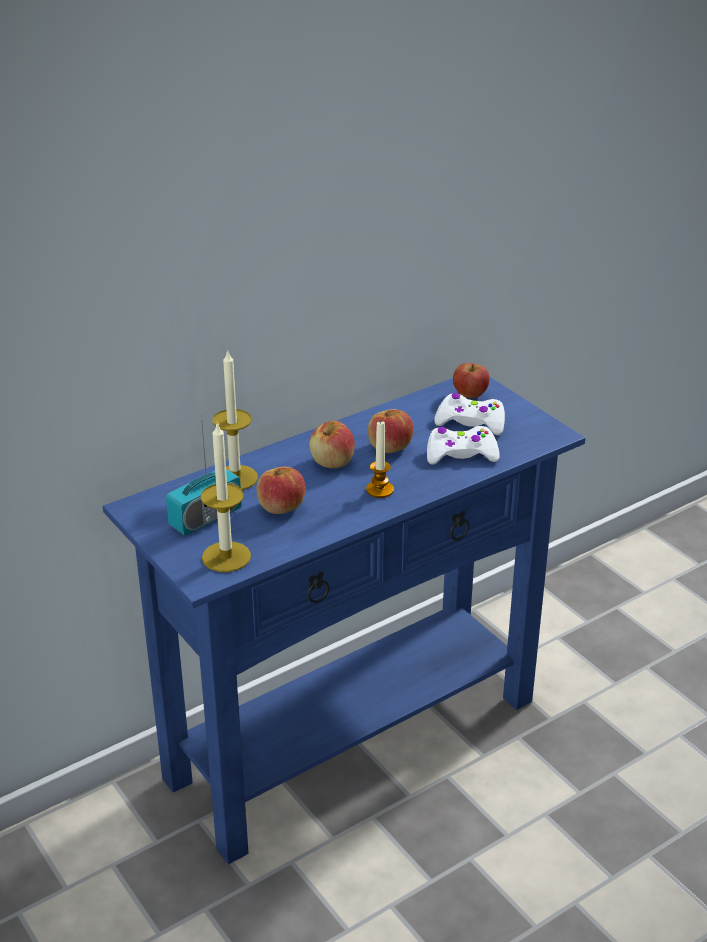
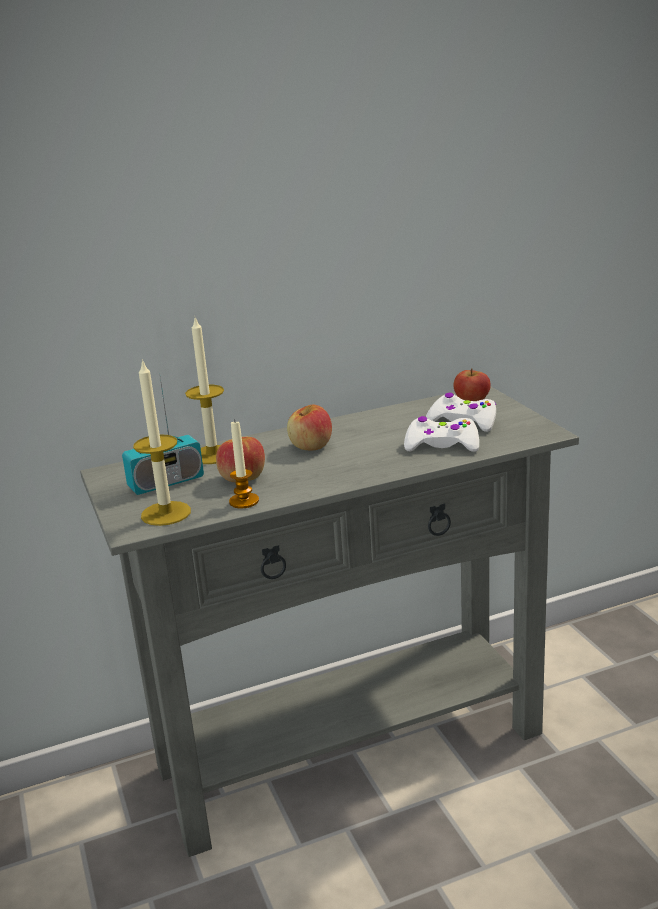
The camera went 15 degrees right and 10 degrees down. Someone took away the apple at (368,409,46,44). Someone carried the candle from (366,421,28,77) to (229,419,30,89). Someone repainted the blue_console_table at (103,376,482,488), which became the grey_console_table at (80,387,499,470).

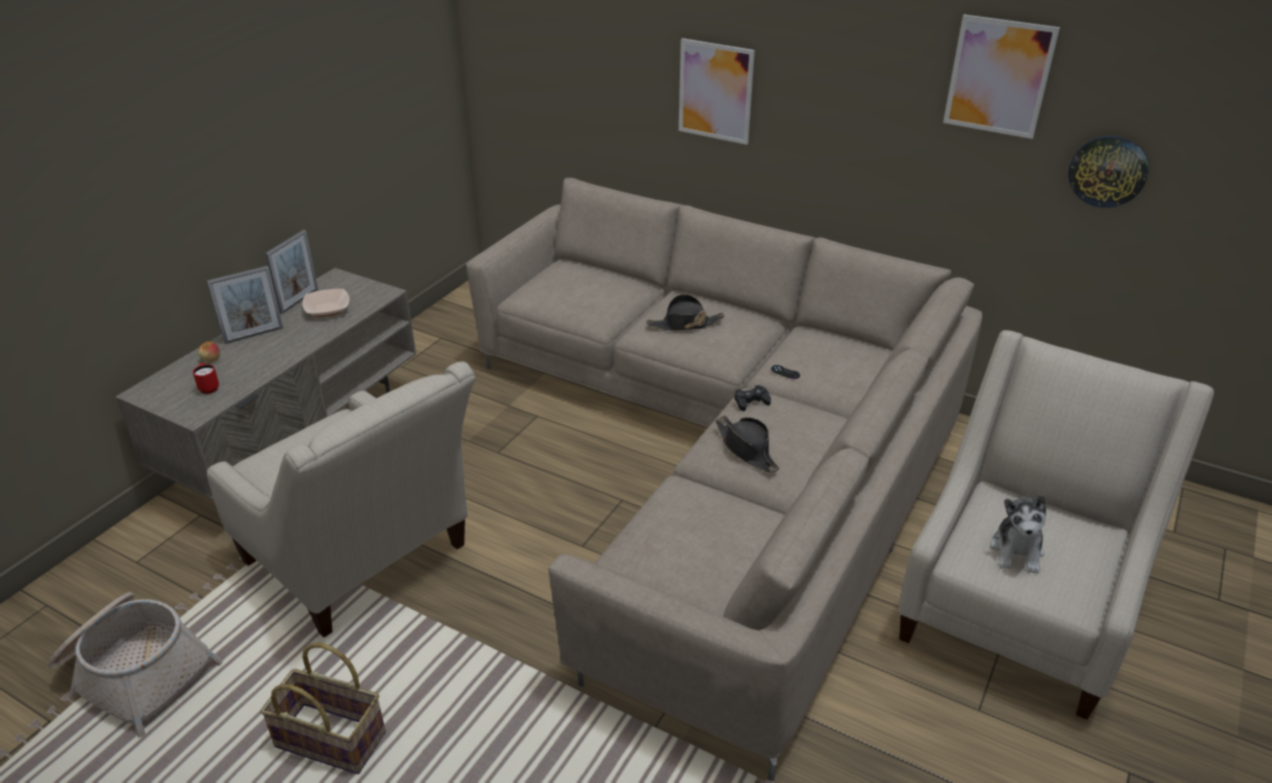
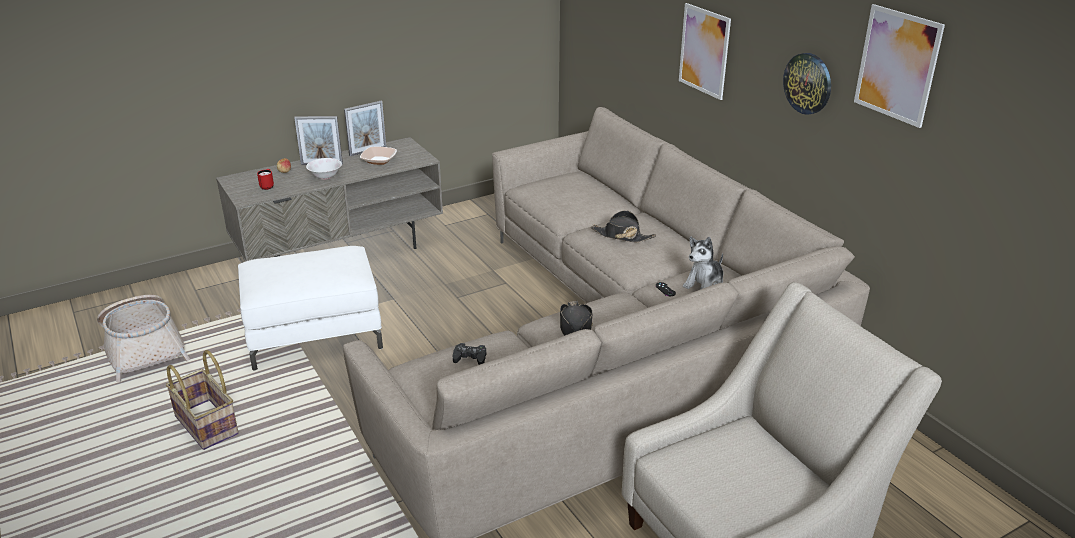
The camera went 30 degrees right and 5 degrees down. Someone put down the white_bowl at (306,158,36,22). Someone carried the black_game_controller from (735,385,36,26) to (452,343,35,22). Someone carried the plush_toy from (990,495,56,79) to (683,237,40,53). Someone carried the wall_clock from (1068,136,80,72) to (783,53,48,62). Someone swapped the beige_armchair at (207,361,268,276) for the white_ottoman at (238,246,145,125).

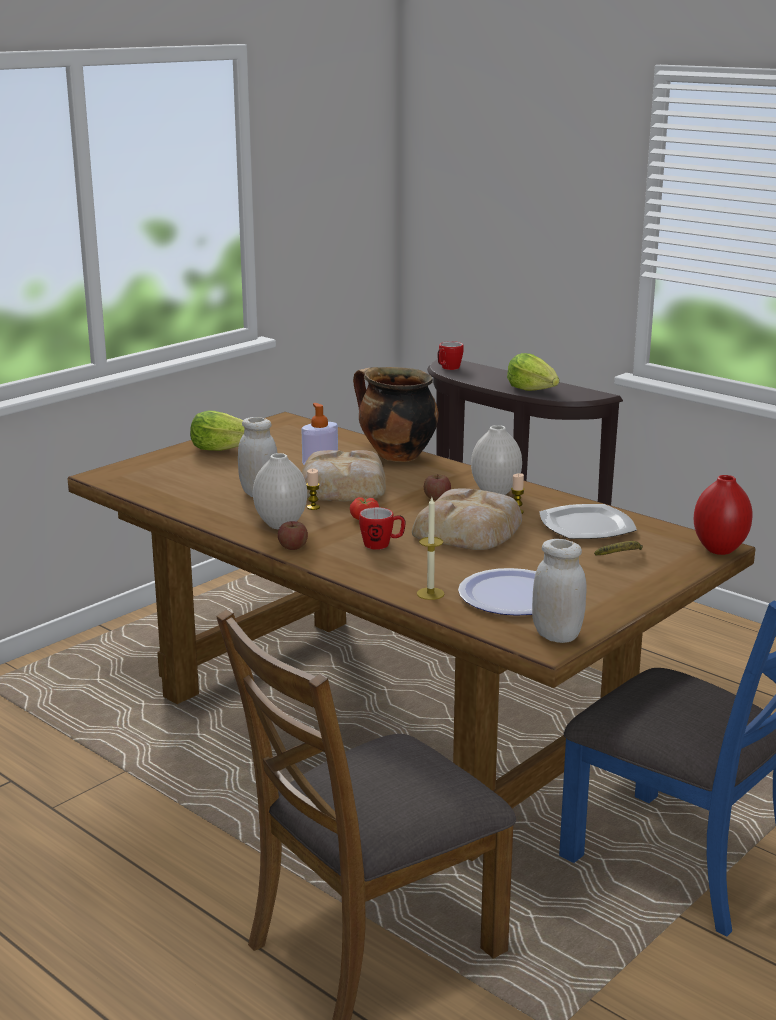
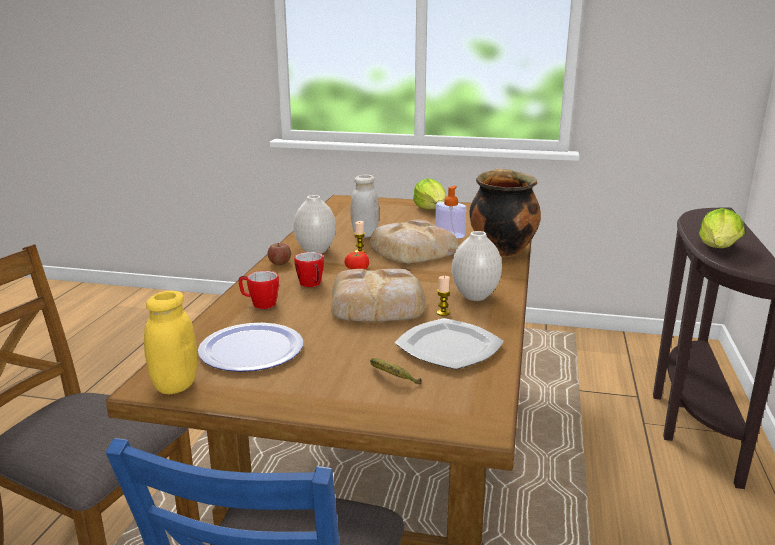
The camera went 60 degrees right and 0 degrees up. Someone took away the candle at (417,497,28,103). Someone took away the apple at (424,474,27,26). Someone took away the red_vase at (694,475,58,80). Someone carried the mug from (437,341,27,29) to (239,271,40,38). Someone repainted the white_jar at (532,539,55,104), which became the yellow_jar at (144,291,53,103).

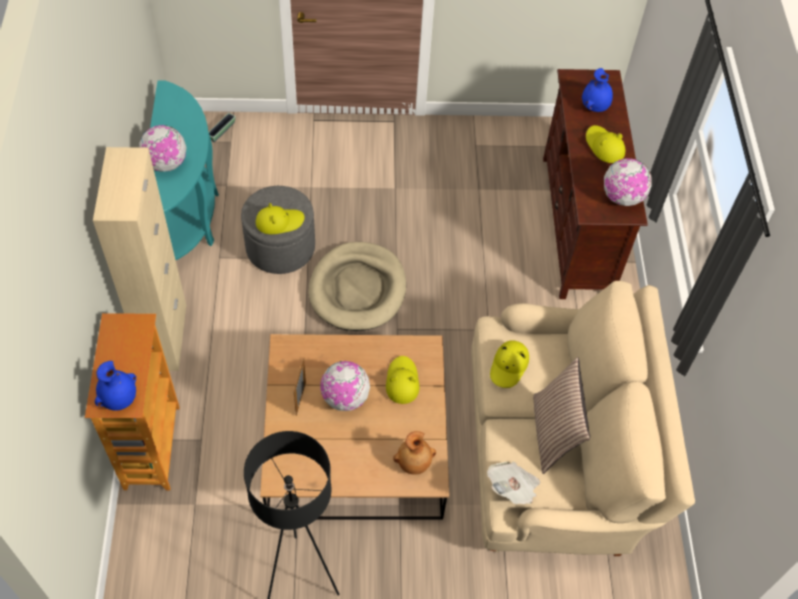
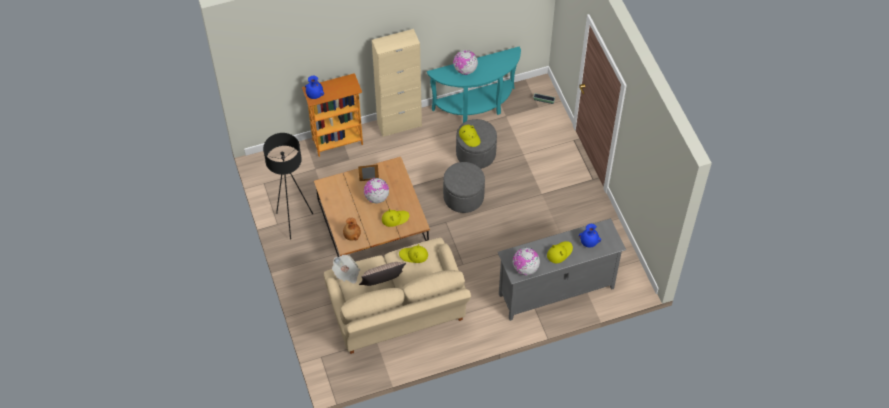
The camera went 75 degrees right and 0 degrees up. Someone swapped the beige_dog_bed at (308,242,98,89) for the grey_ottoman at (443,162,42,51). Someone repainted the brown_tv_stand at (543,69,105,230), which became the grey_tv_stand at (498,218,128,103).

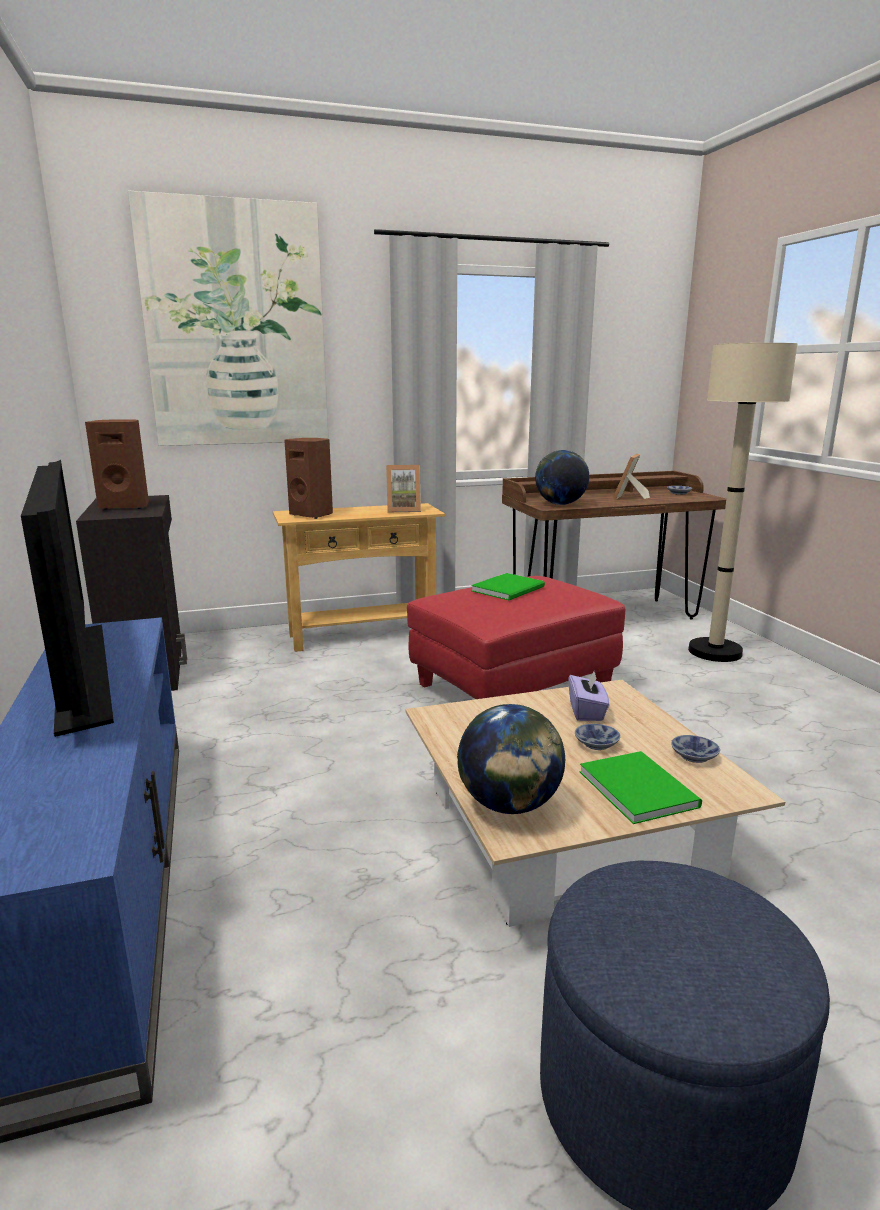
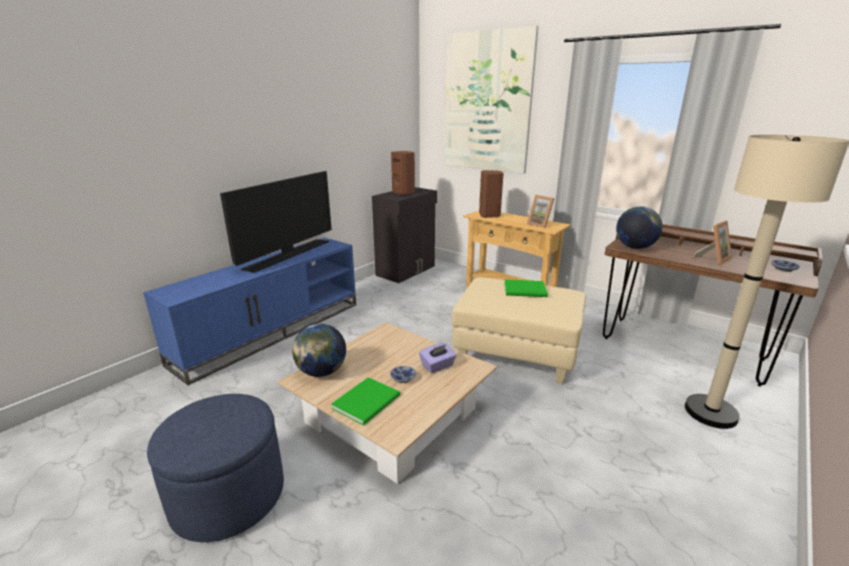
The camera went 55 degrees right and 5 degrees up. Someone took away the bowl at (671,735,49,28). Someone repainted the red_ottoman at (407,576,218,123), which became the beige_ottoman at (452,278,134,106). Someone rotated the picture_frame at (612,454,38,46) by 150 degrees clockwise.

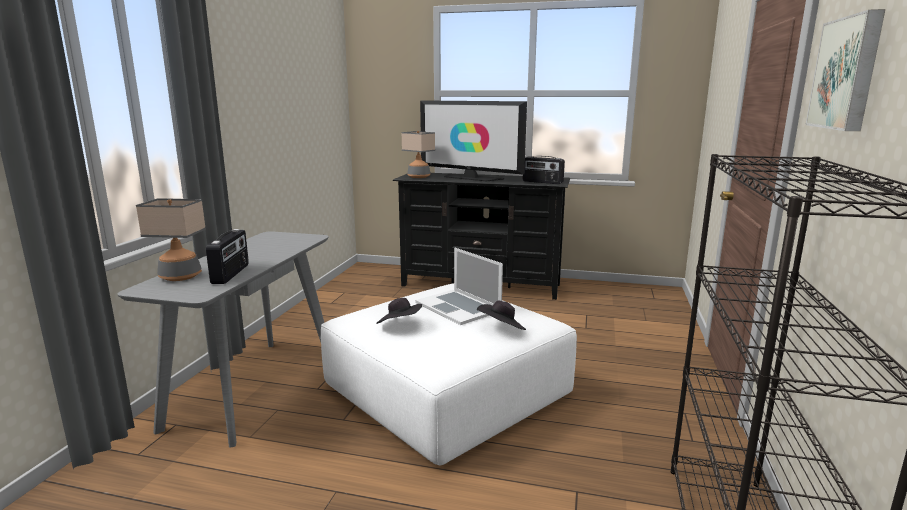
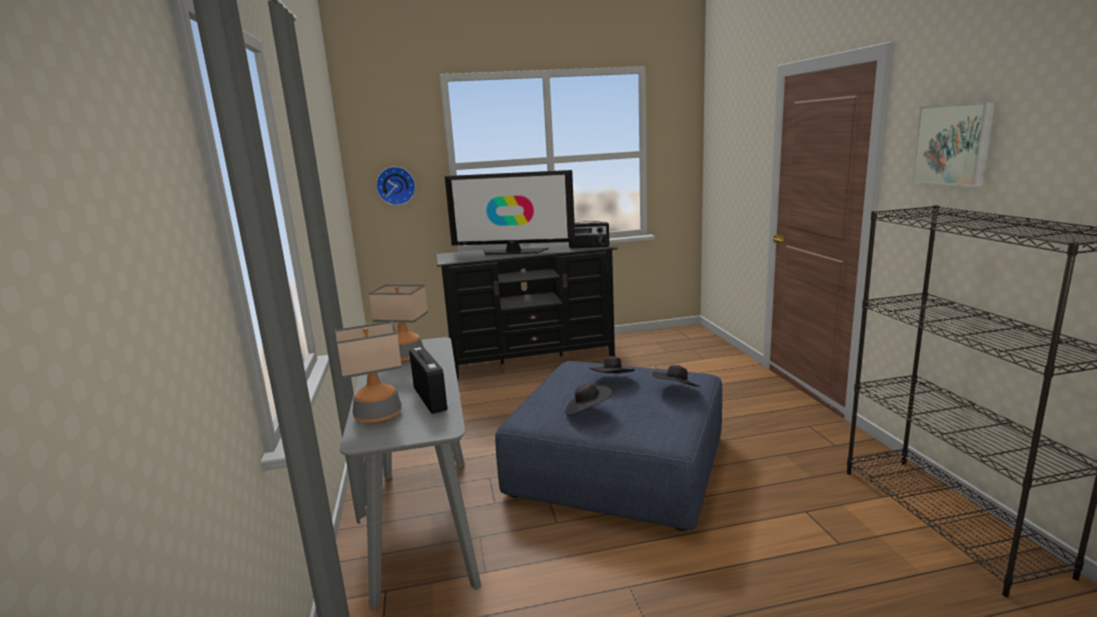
The camera went 25 degrees left and 0 degrees up. Someone put up the wall_clock at (376,167,40,39). Someone carried the table_lamp from (401,131,34,47) to (369,284,59,78). Someone swapped the laptop at (415,247,88,78) for the black_hat at (589,356,46,18). Someone repainted the white_ottoman at (321,284,256,181), which became the blue_ottoman at (495,361,227,170).

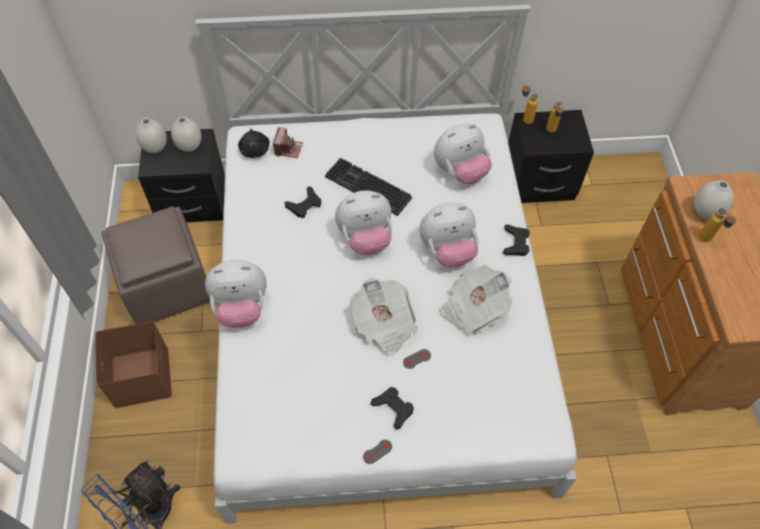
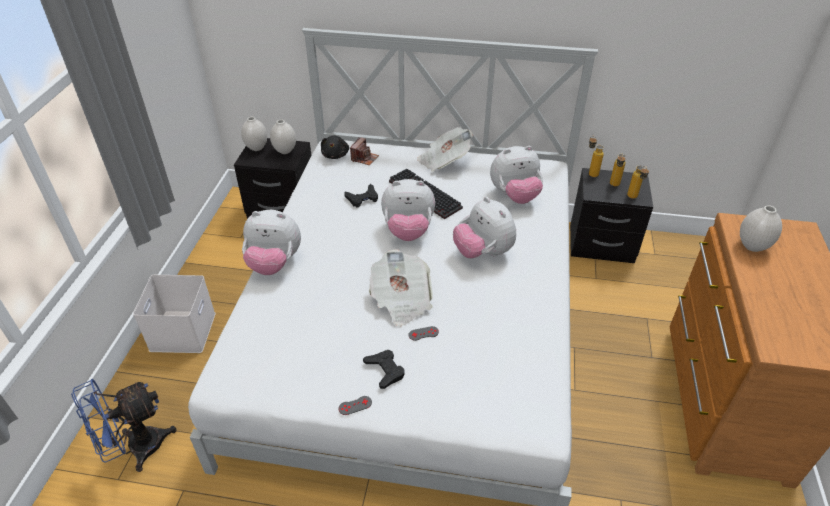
The camera went 15 degrees right and 15 degrees down. Someone took away the brown_ottoman at (102,207,108,117). Someone took away the black_game_controller at (503,225,27,31). Someone carried the newspaper from (440,265,72,70) to (417,127,56,45). Someone carried the bottle from (699,208,37,34) to (627,165,22,34). Someone repainted the brown_storage_box at (95,321,77,87), which became the white_storage_box at (133,275,83,78). Someone rotated the plush_toy at (419,203,59,65) by 60 degrees clockwise.

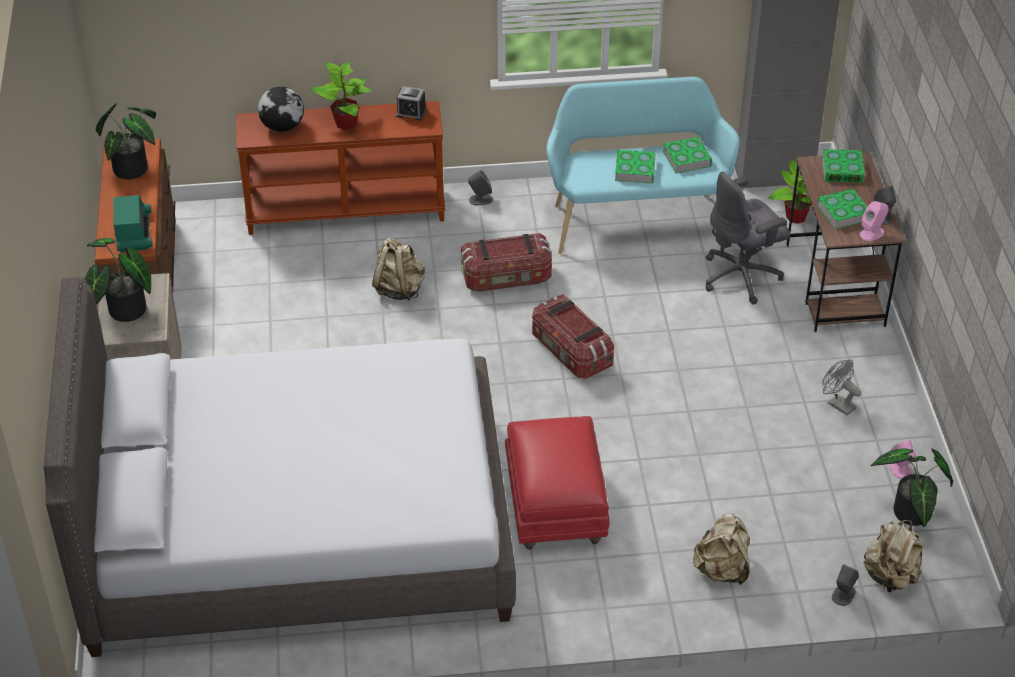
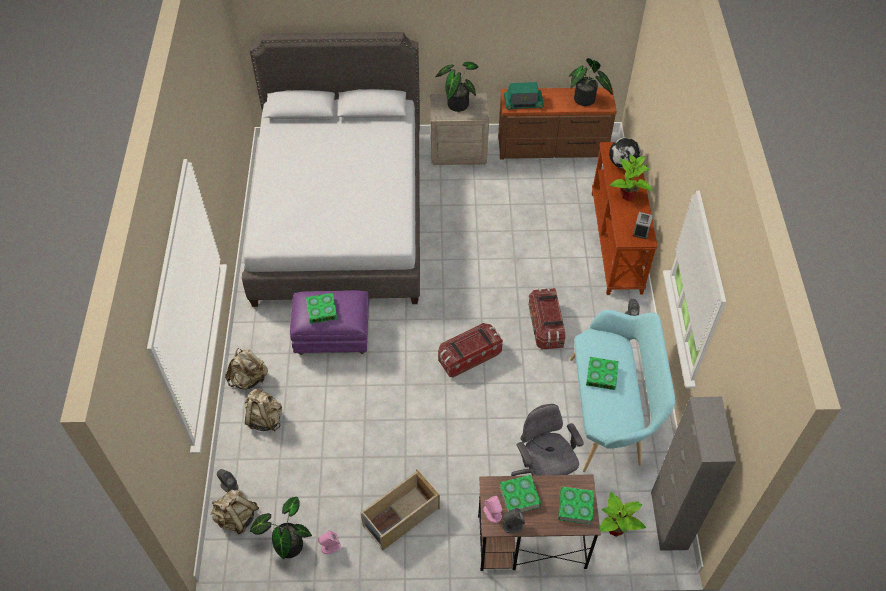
The camera went 95 degrees right and 10 degrees up. Someone carried the beige_backpack from (372,238,53,62) to (225,348,43,41). Someone carried the book from (663,137,49,37) to (306,293,31,31). Someone swapped the grey_fan at (822,360,39,55) for the beige_storage_box at (360,469,80,81). Someone repainted the red_ottoman at (505,416,105,134), which became the purple_ottoman at (290,290,79,65).

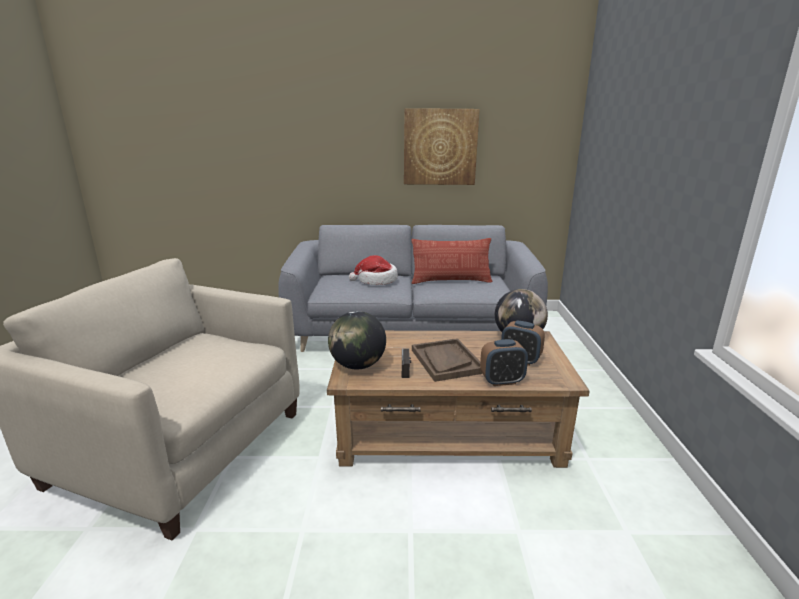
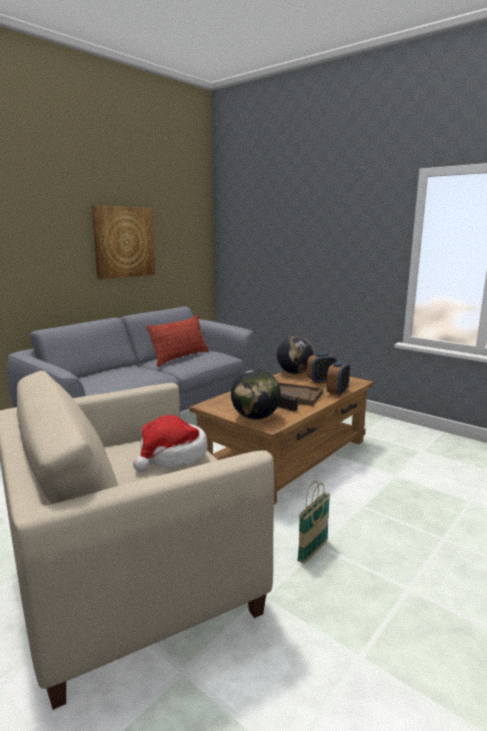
The camera went 50 degrees left and 5 degrees down. Someone put down the basket at (297,481,33,83). Someone carried the hat from (349,255,49,30) to (133,415,75,57).

